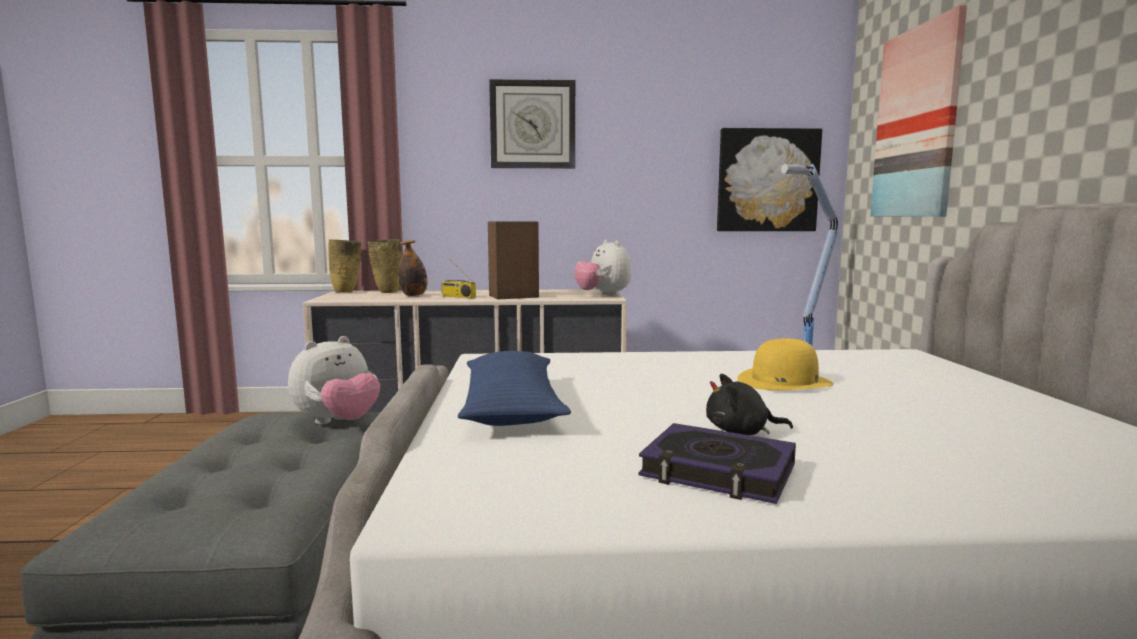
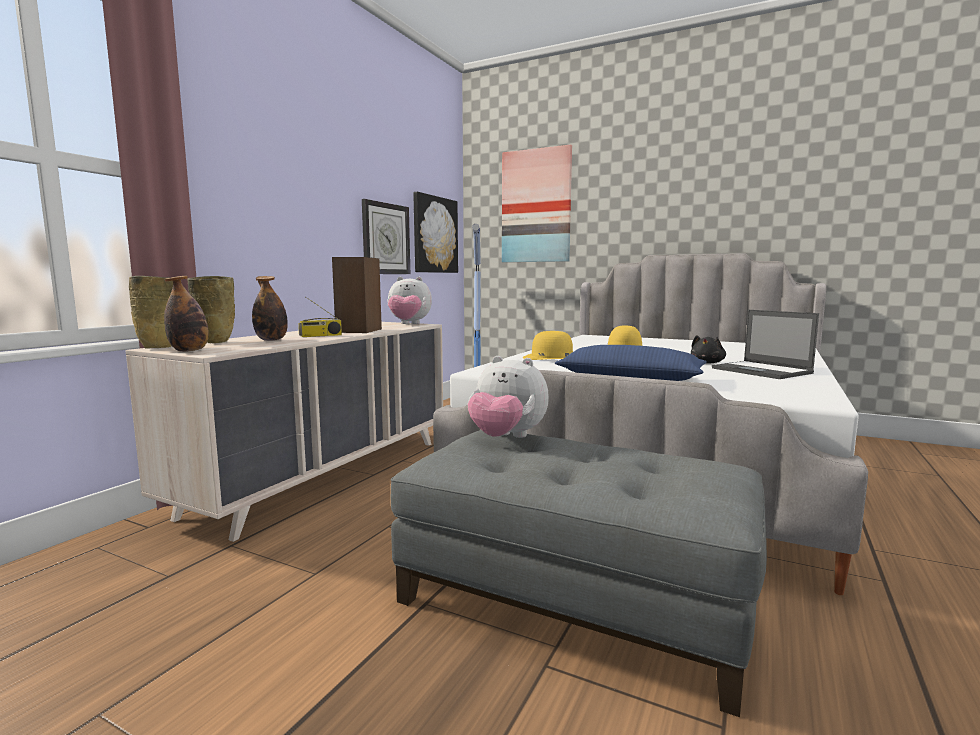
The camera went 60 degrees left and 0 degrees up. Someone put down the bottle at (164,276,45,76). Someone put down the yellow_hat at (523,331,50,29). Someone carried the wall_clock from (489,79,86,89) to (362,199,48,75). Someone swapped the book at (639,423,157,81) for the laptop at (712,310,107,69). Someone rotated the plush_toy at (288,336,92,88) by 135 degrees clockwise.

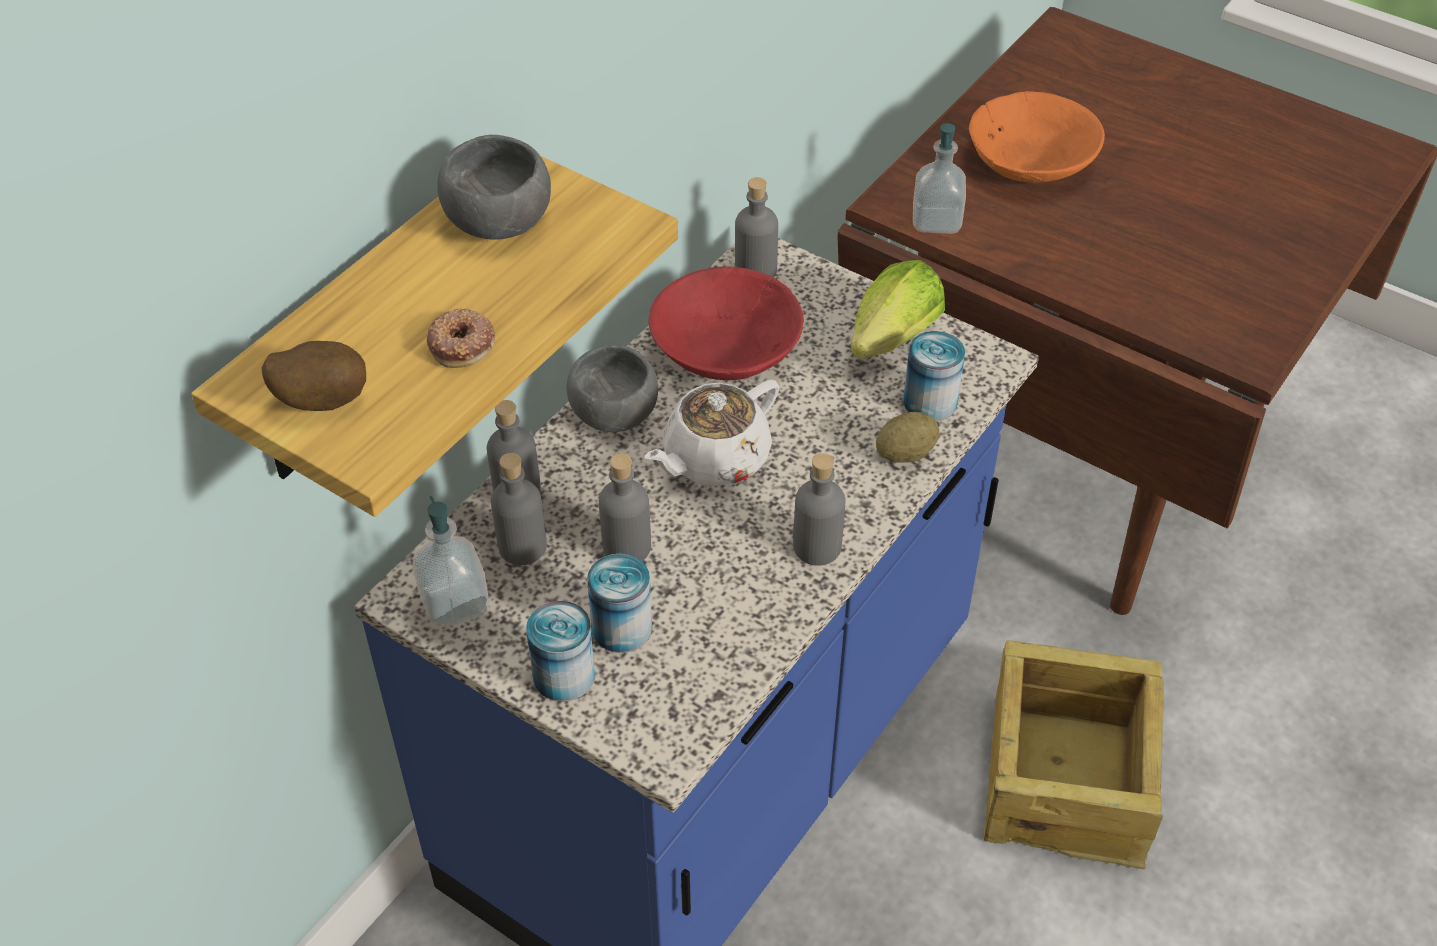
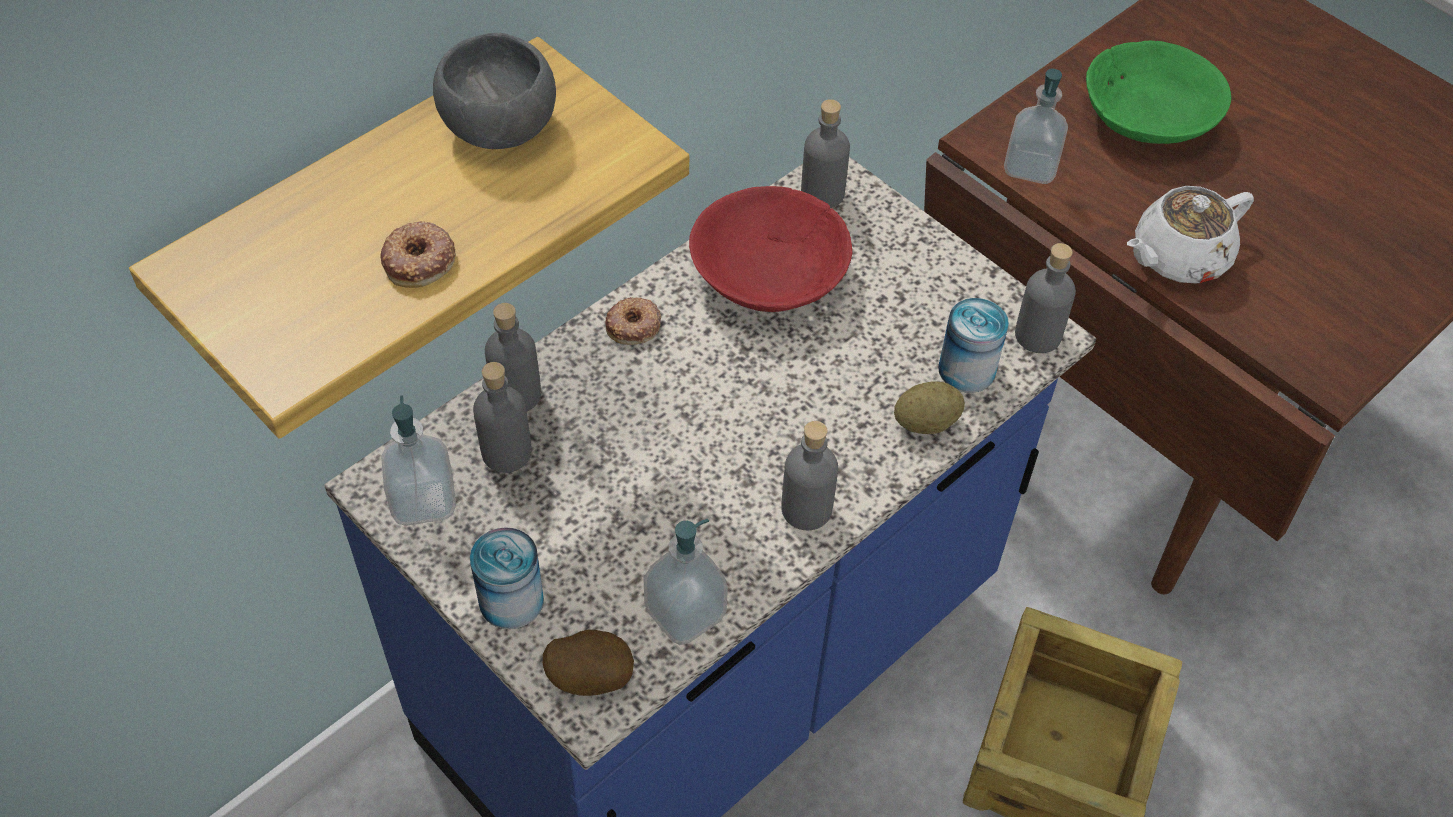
The camera went 10 degrees right and 5 degrees up. Someone took away the can at (587,554,65,99). Someone took away the lettuce at (851,260,94,99). Someone put down the soap_dispenser at (643,519,85,126). Someone carried the potato from (262,341,104,70) to (543,630,91,66). Someone carried the grey_bottle from (599,453,52,108) to (1015,243,61,110). Someone carried the white_teapot from (645,379,135,107) to (1127,186,127,97). Someone swapped the grey_bowl at (567,345,91,87) for the donut at (605,297,56,48). Someone repainted the orange_bowl at (969,91,136,92), which became the green_bowl at (1086,41,145,103).

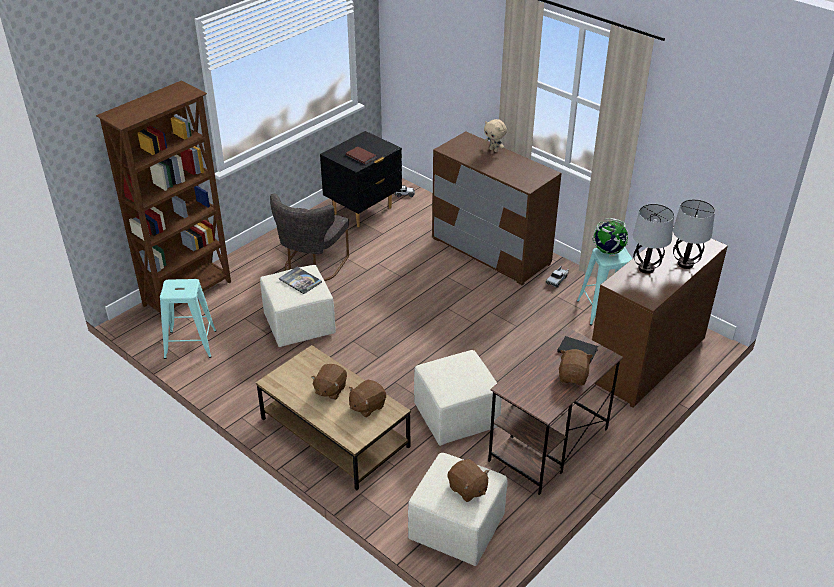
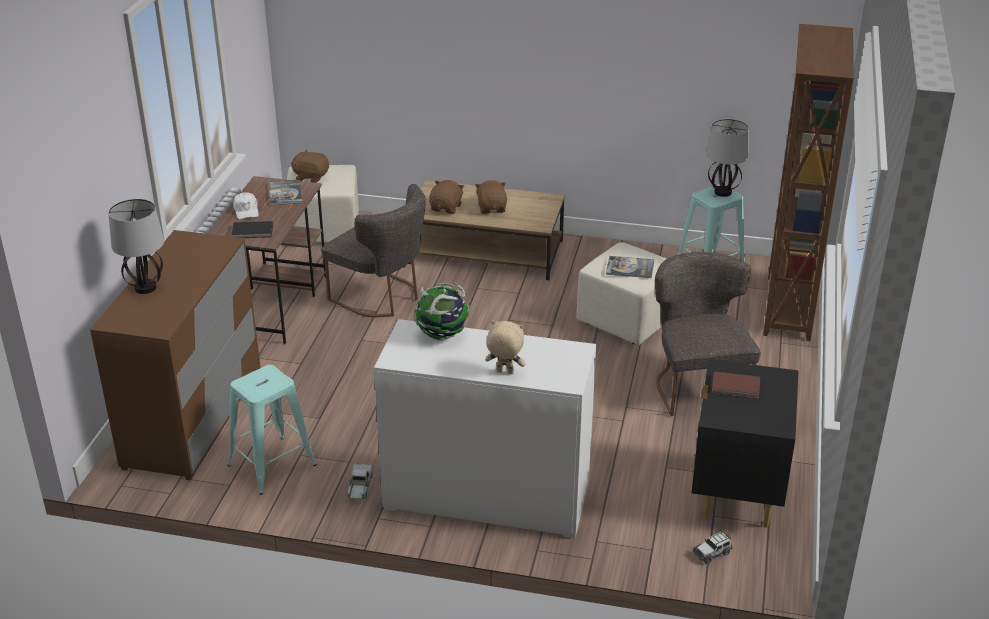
The camera went 150 degrees right and 5 degrees down. Someone put down the book at (269,180,33,26). Someone carried the globe from (592,218,36,37) to (414,282,55,59). Someone carried the table_lamp from (633,204,41,70) to (706,119,43,78). Someone swapped the beige_ottoman at (414,350,88,96) for the grey_chair at (321,184,105,133). Someone swapped the brown_plush_toy at (559,349,34,36) for the white_cap at (233,192,26,27). Someone repainted the brown_dresser at (432,131,130,155), which became the white_dresser at (374,319,222,219).

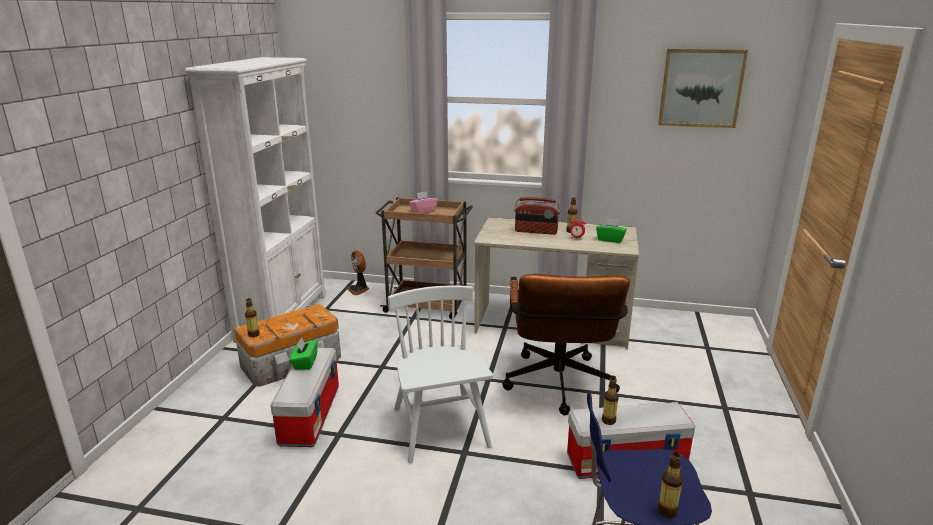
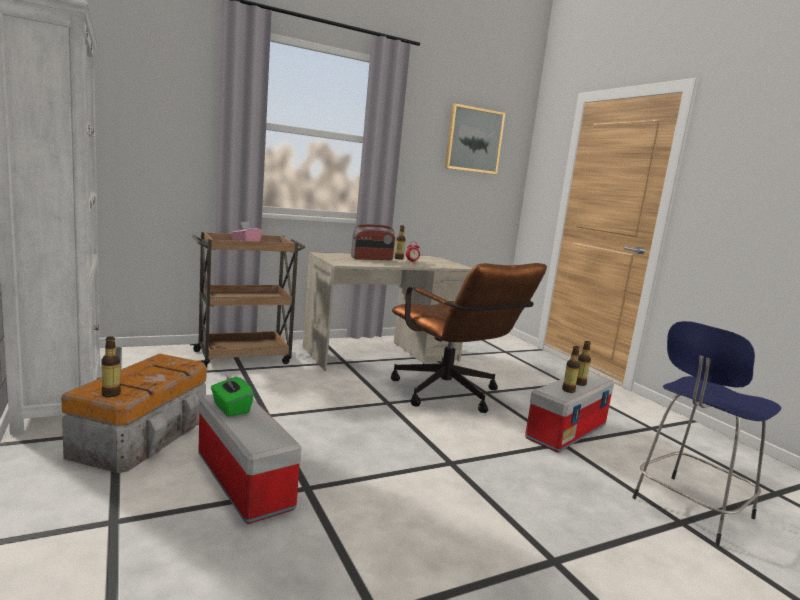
The camera went 40 degrees left and 10 degrees down. Someone took away the fan at (346,251,24,44). Someone took away the white_chair at (388,285,105,178). Someone took away the green_tissue_box at (596,218,31,25). Someone carried the bottle from (657,452,26,66) to (576,341,15,45).

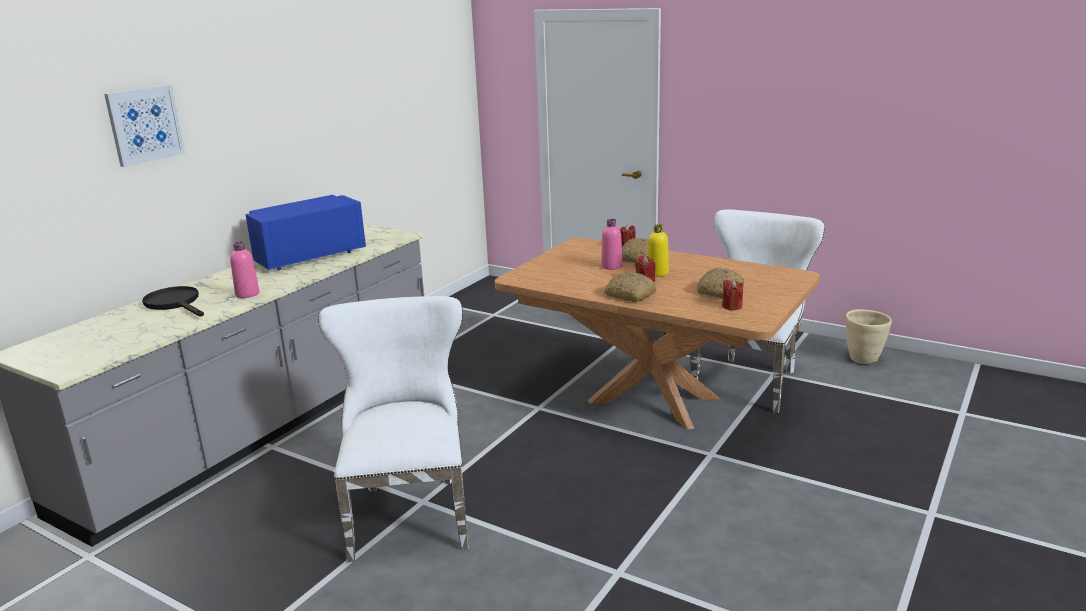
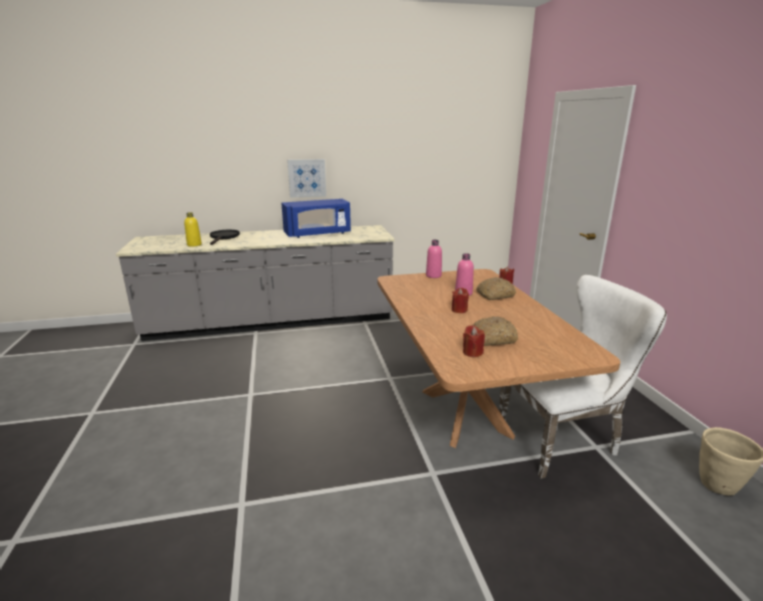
The camera went 45 degrees right and 0 degrees up. Someone took away the white_chair at (318,296,151,266). Someone took away the bread at (604,272,53,30). Someone carried the picture from (104,85,81,82) to (287,159,39,39). Someone carried the pink_bottle from (230,241,29,57) to (426,240,16,38). Someone carried the yellow_bottle from (648,224,21,53) to (184,212,18,35). Someone rotated the blue_microwave at (246,195,120,75) by 150 degrees clockwise.

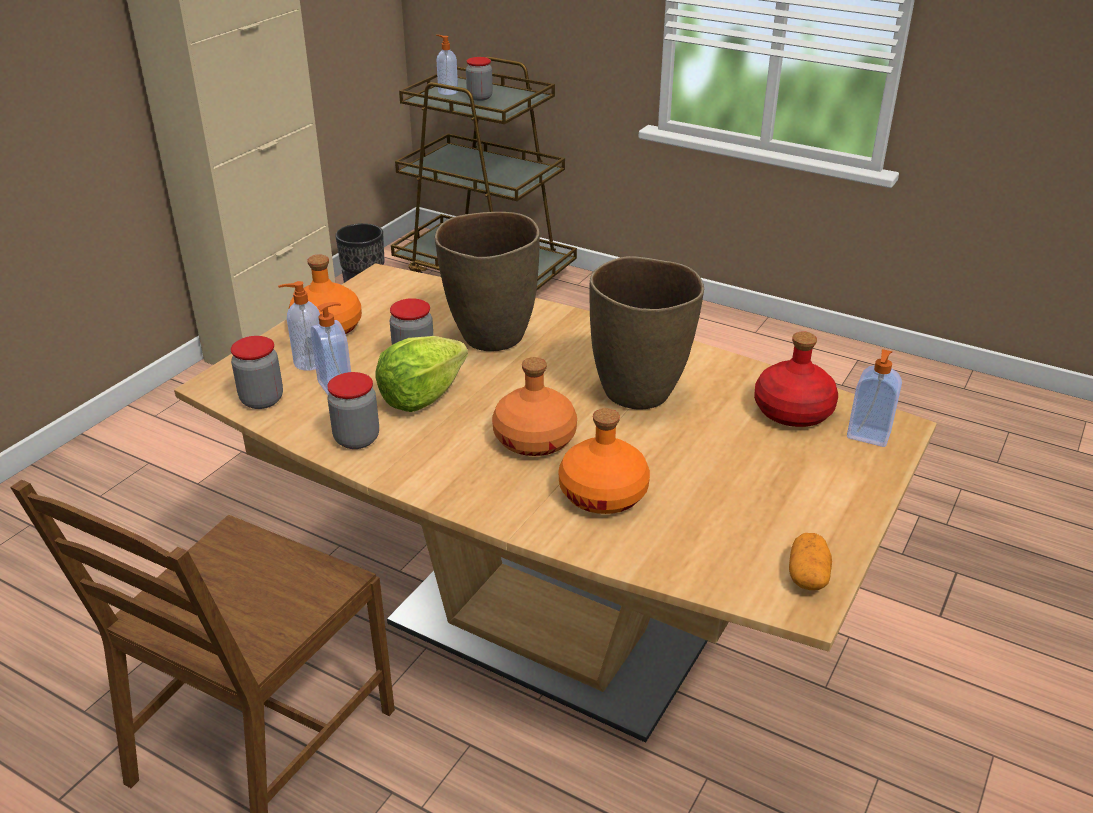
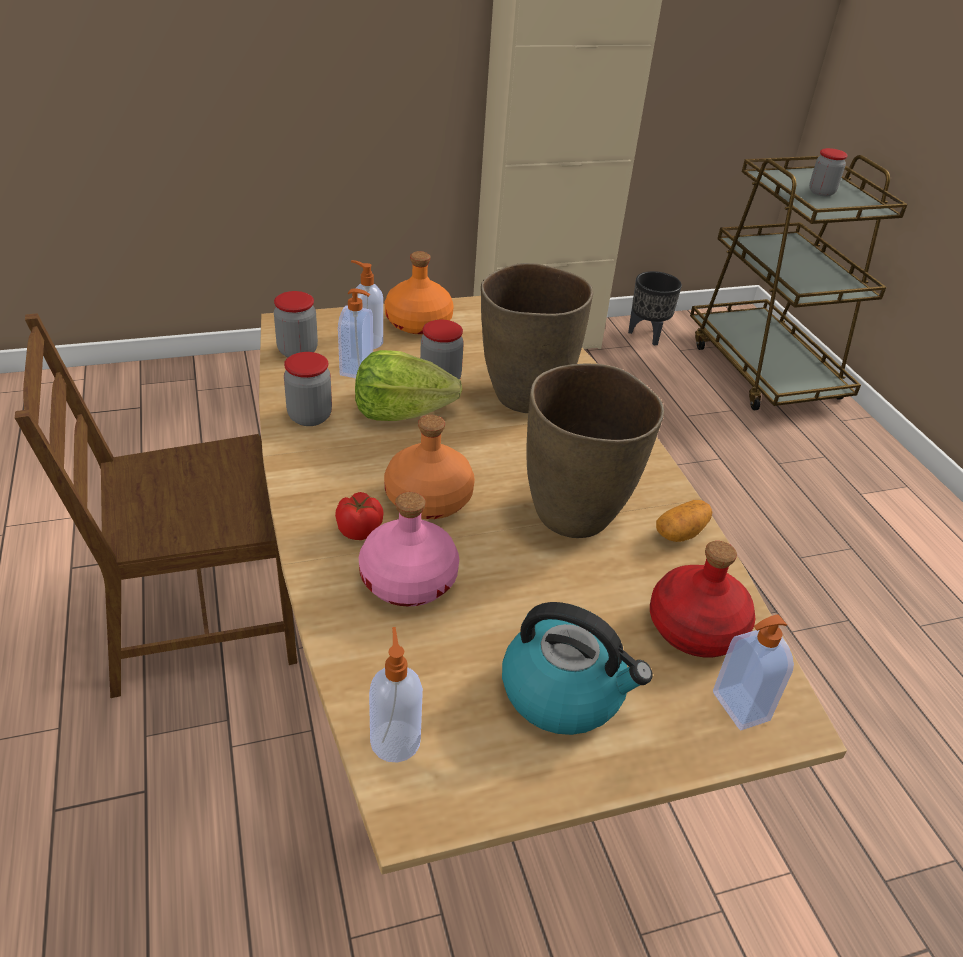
The camera went 40 degrees right and 5 degrees up. Someone put down the tomato at (335,492,49,48). Someone put down the kettle at (502,602,150,133). Someone carried the soap_dispenser from (436,35,22,60) to (369,627,54,136). Someone carried the potato from (789,533,43,57) to (656,500,56,42). Someone repainted the orange_bottle at (558,408,92,106), which became the pink_bottle at (359,492,100,115).

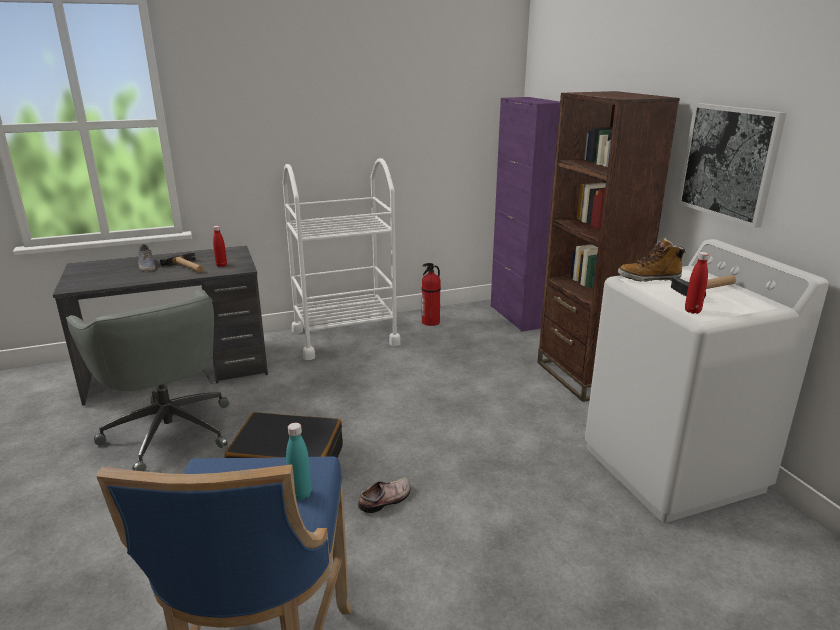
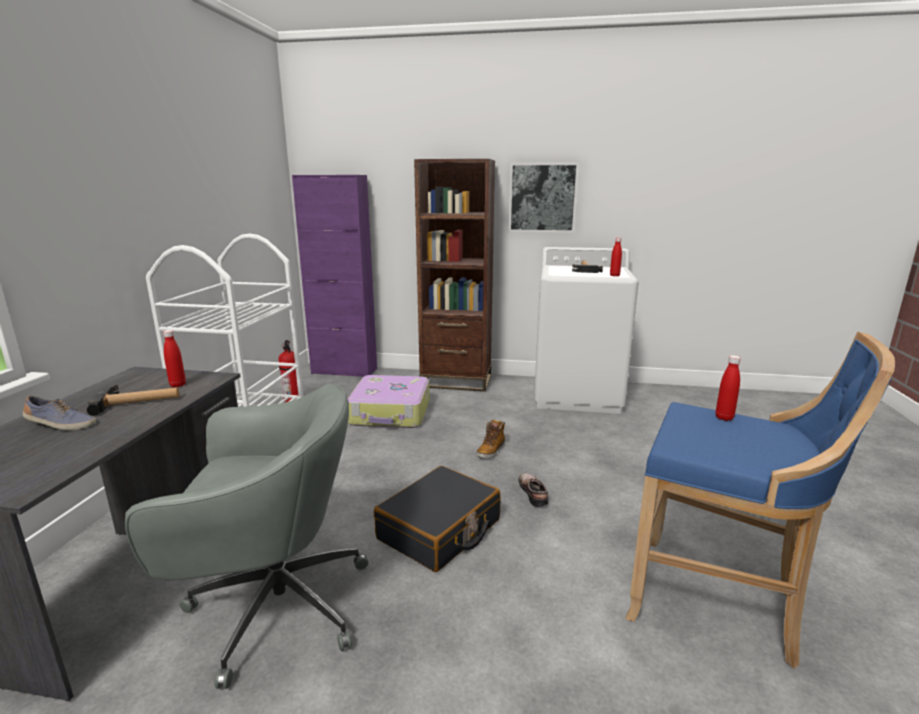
The camera went 60 degrees left and 5 degrees down. Someone put down the suitcase at (348,375,82,53). Someone carried the boot from (618,238,68,44) to (477,419,28,39). Someone repainted the turquoise_bottle at (286,423,25,77), which became the red_bottle at (715,355,26,66).

